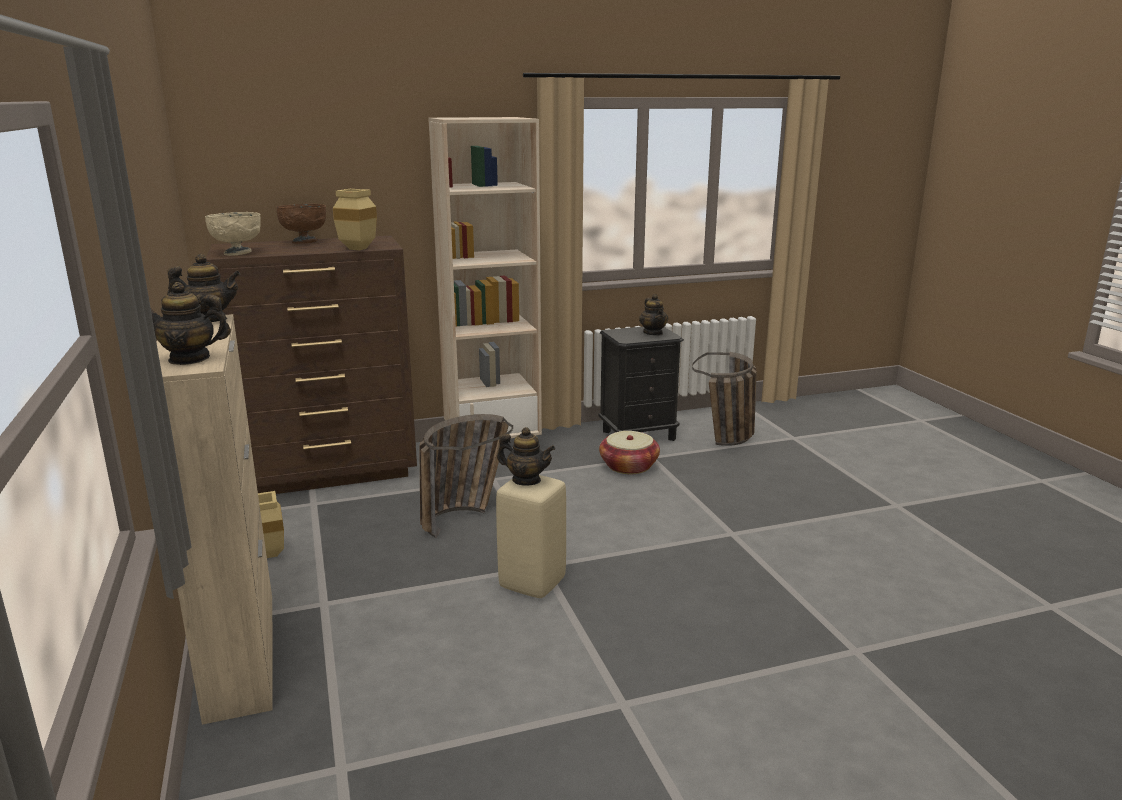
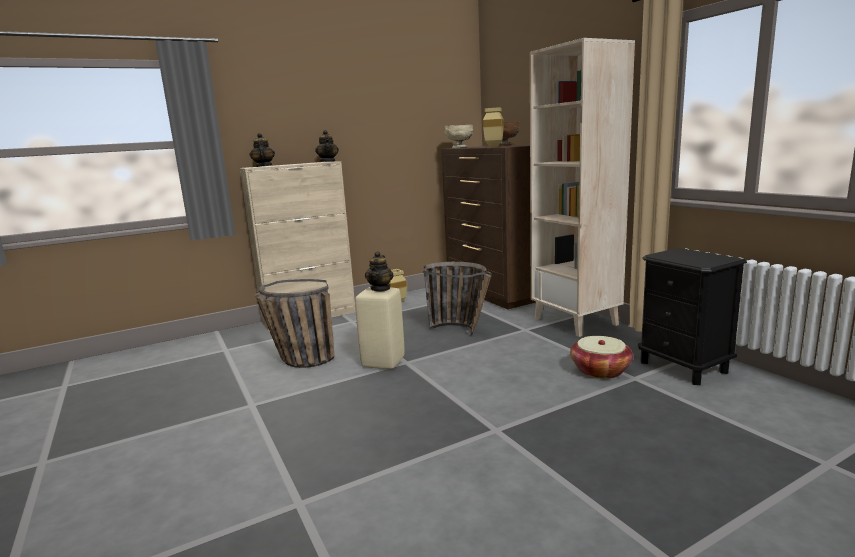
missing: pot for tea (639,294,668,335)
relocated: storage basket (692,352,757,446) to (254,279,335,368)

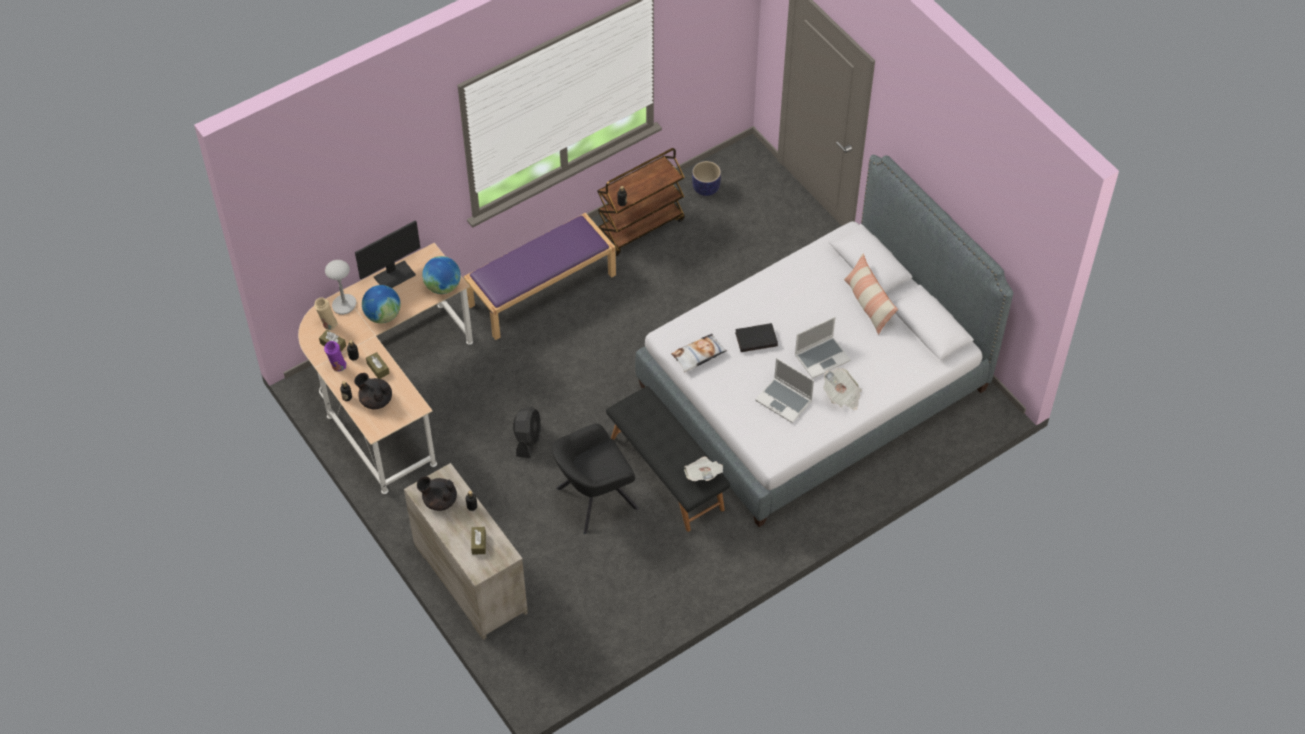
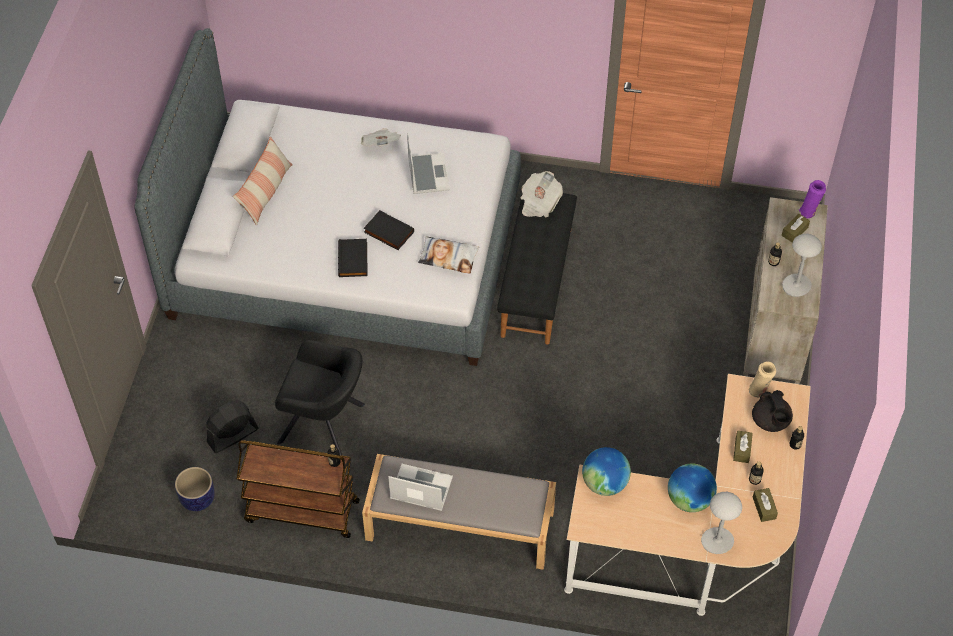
missing: computer screen (355,220,420,288)
appeared: volume (black-coloured) (338,239,368,277)
relocated: decorative vase (beige-coloured) (314,298,338,330) to (749,361,776,397); decorative vase (purplish) (324,341,347,372) to (799,180,826,219); electric fan (black-coloured) (513,407,541,458) to (206,400,258,453); lounge chair (black-coloured) (552,423,639,534) to (275,340,365,455); laptop (795,317,851,379) to (388,464,453,511)
exchanged: pot for tea (black-coloured) (417,476,457,511) to tabletop lamp (gray) (782,234,822,297)
colour: long seat (purplish) (464,213,616,340) to long seat (gray) (362,454,556,570)

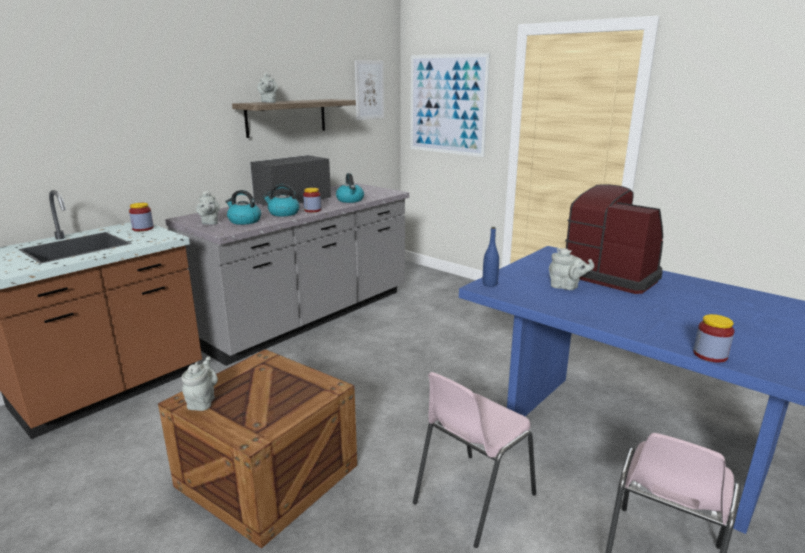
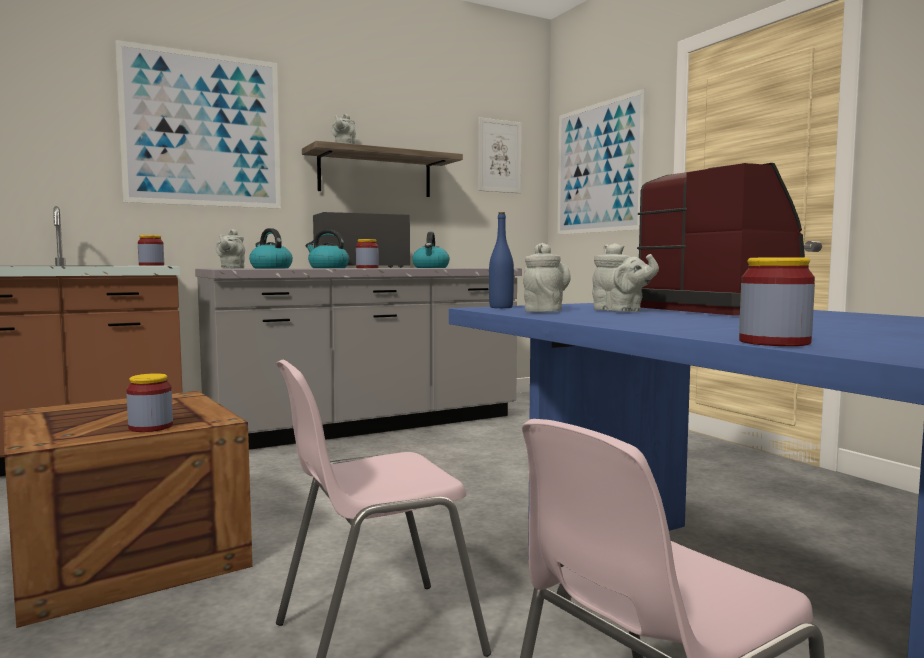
appeared: wall picture (115,40,281,209); storage jar (126,373,173,432)
relocated: pot for tea (gray) (181,356,218,411) to (523,243,570,312)

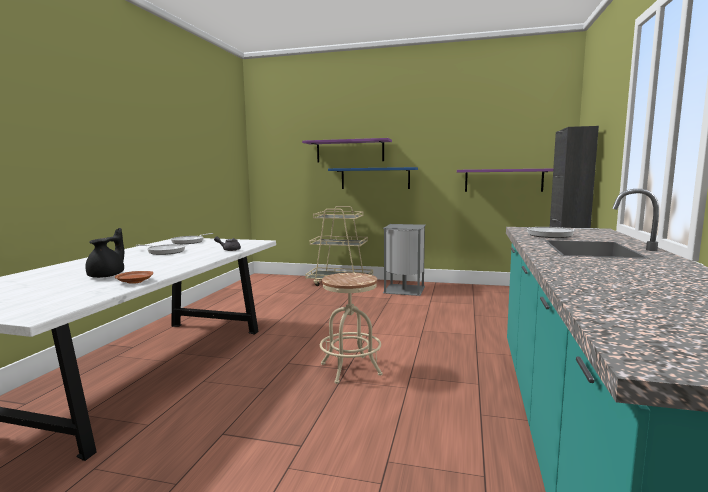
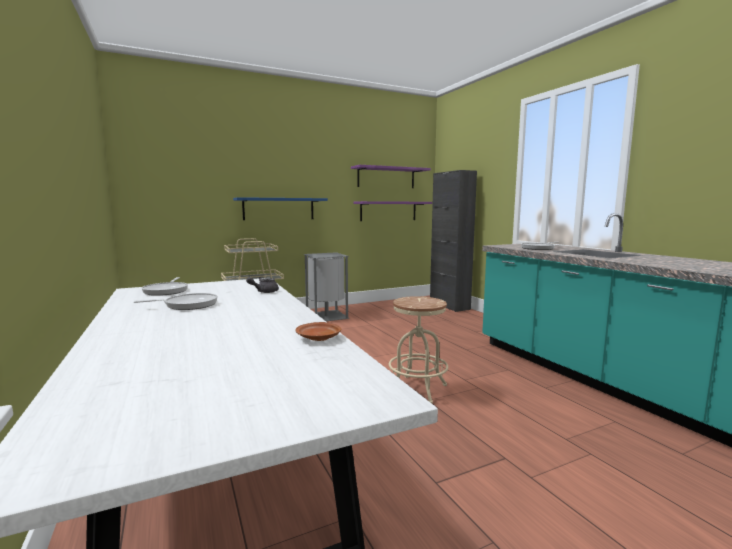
missing: pot for tea (black-coloured) (85,228,124,278)
relocated: shelf (purplish) (302,138,392,162) to (351,165,431,188)

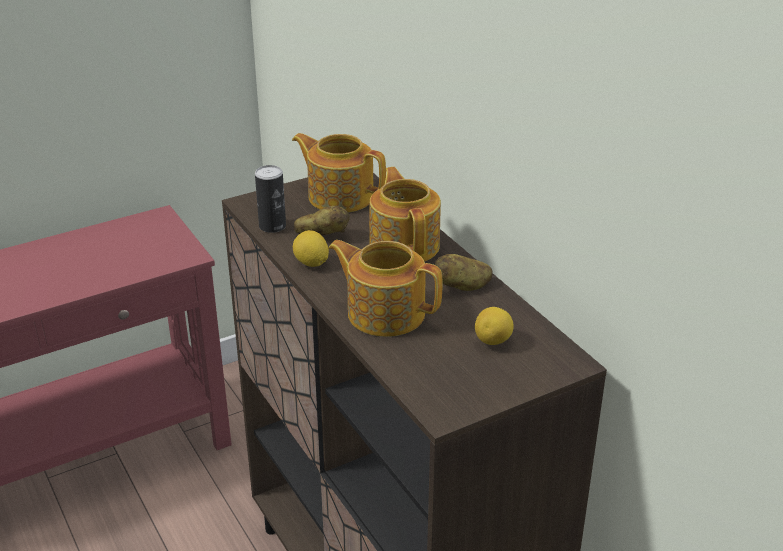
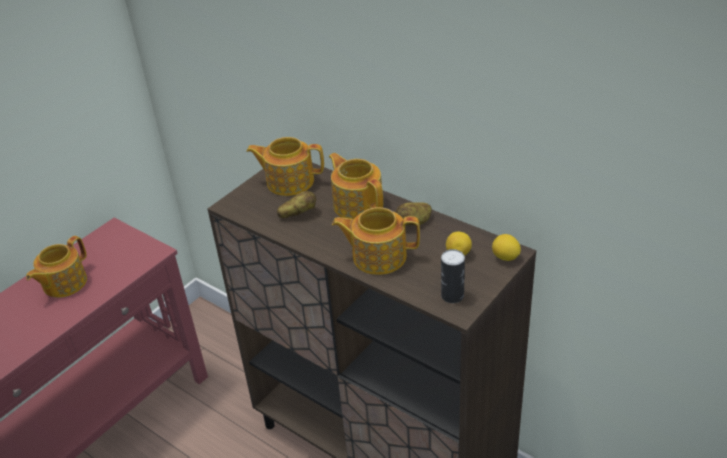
appeared: pot for tea (26,236,87,298)
relocated: sealed can (255,165,286,233) to (441,249,465,303); citrus fruit (293,230,329,267) to (492,234,521,261)

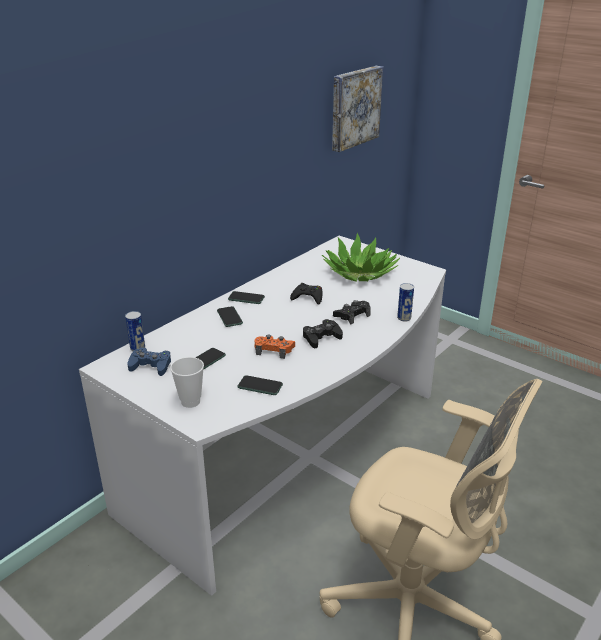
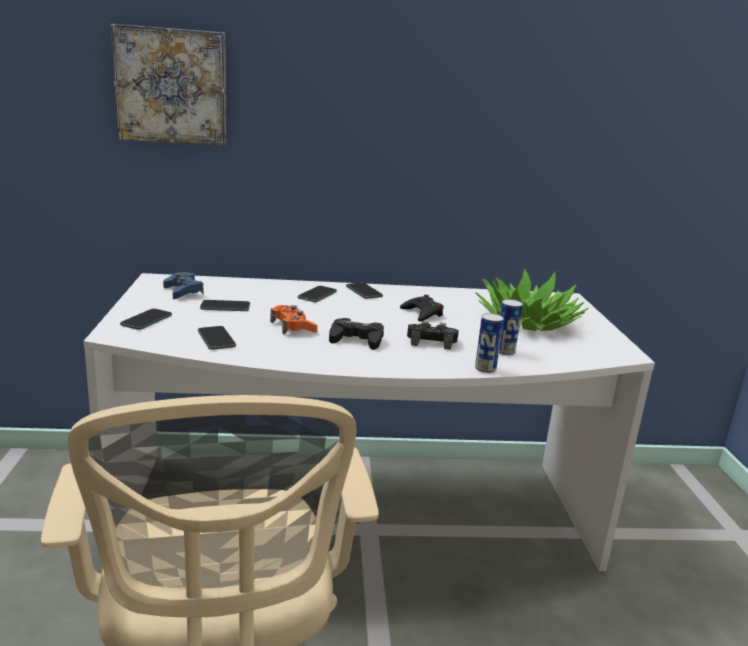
relocated: sealed can (125,311,145,351) to (499,299,523,355); wall picture (332,66,383,152) to (111,24,226,146)
exchanged: drinking cup (170,357,204,408) to telephone (120,308,172,330)

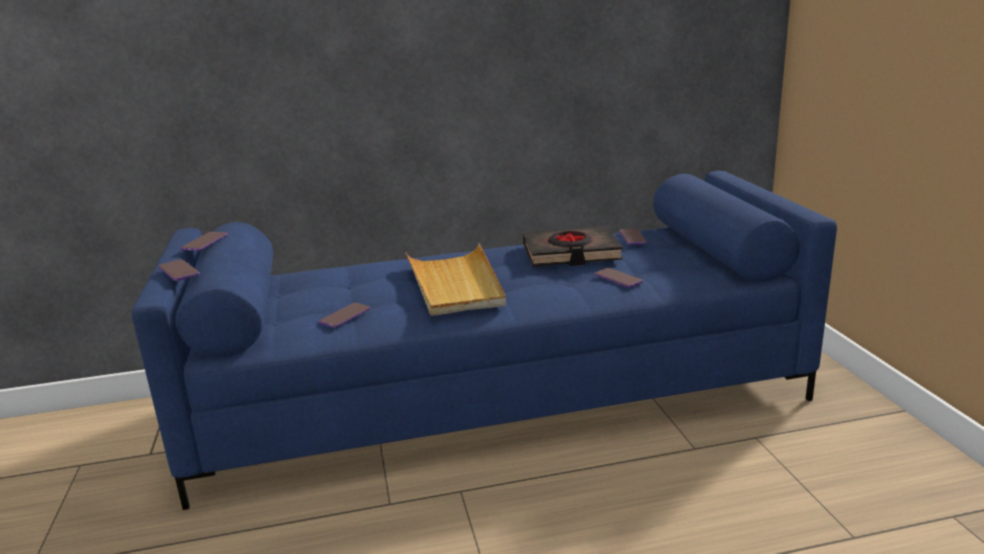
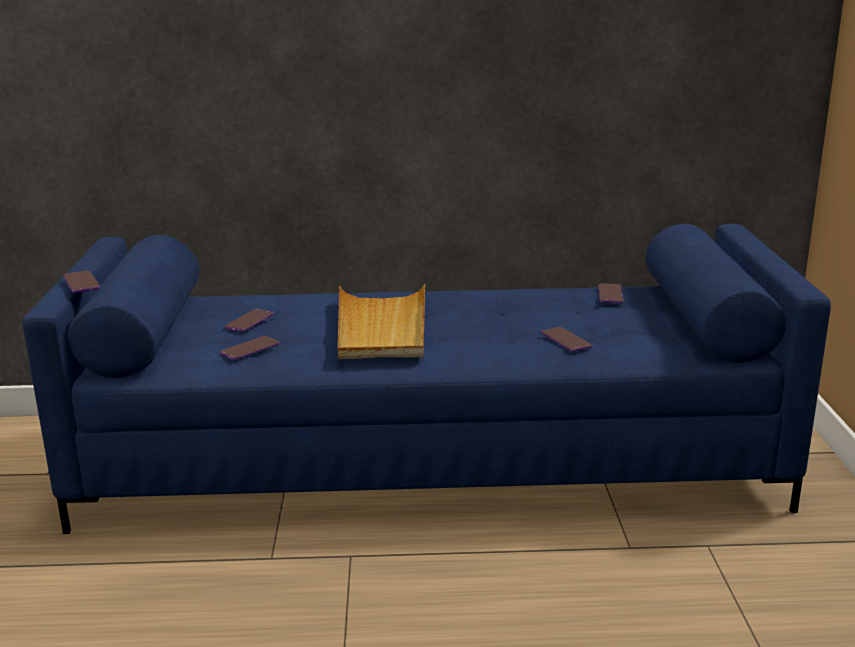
missing: volume (black-coloured) (523,226,623,267)
relocated: telephone (180,232,228,251) to (225,309,274,332)

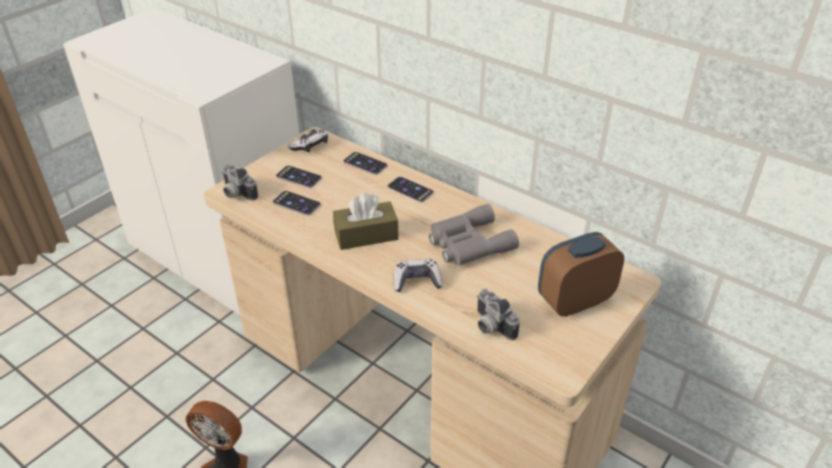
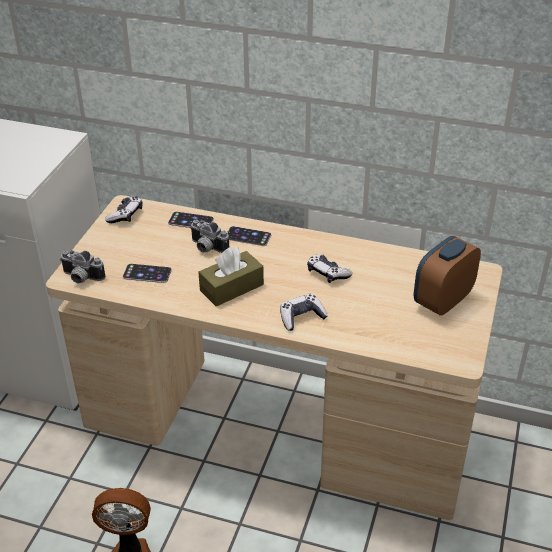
missing: telephone (276,166,322,188)
relocated: photo camera (477,289,520,340) to (190,220,229,253)
exchanged: pair of binoculars (gray) (429,204,519,265) to joypad (307,254,352,283)

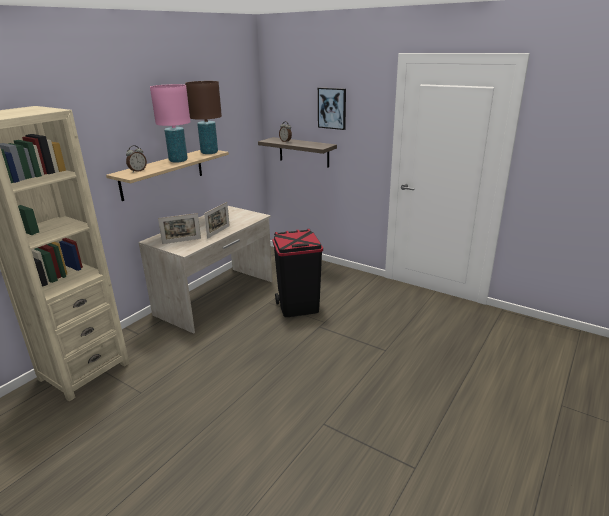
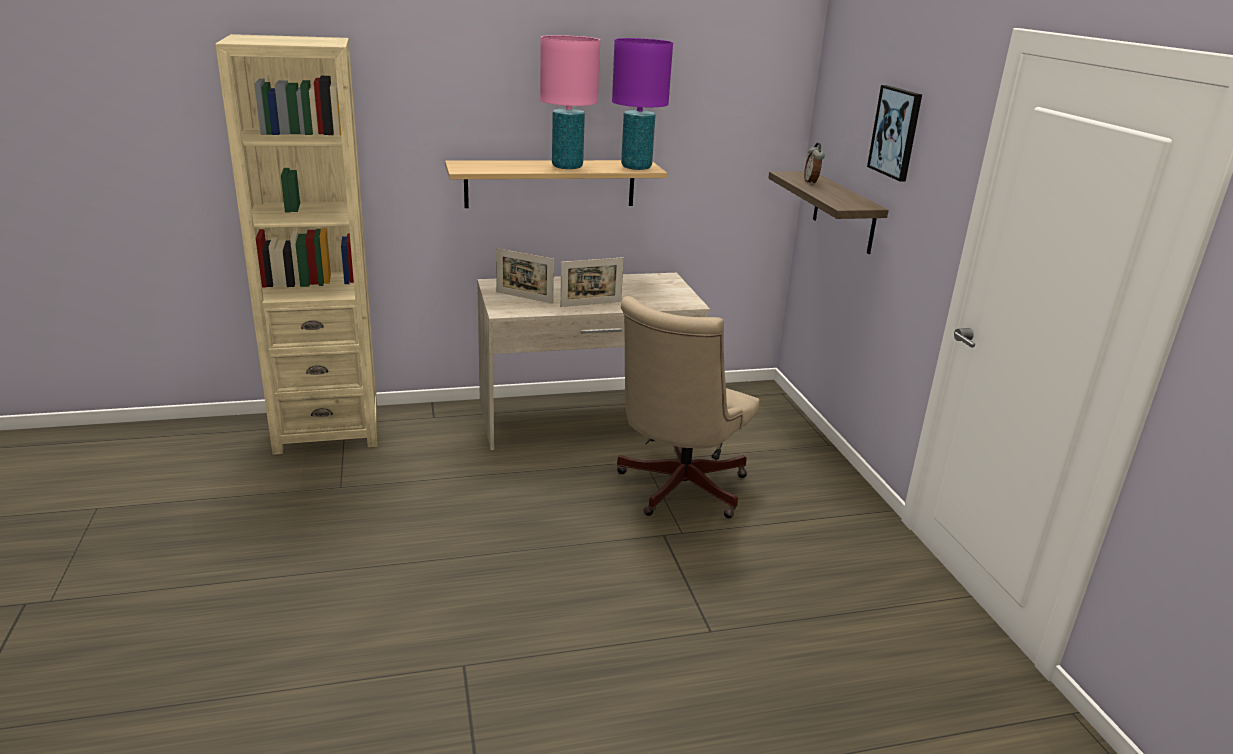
missing: alarm clock (126,145,147,173)
exchanged: waste bin (black-coloured) (272,229,323,317) to desk chair (beige-coloured) (617,296,760,518)
colour: tabletop lamp (brownish) (185,81,222,154) to tabletop lamp (purplish) (612,38,673,170)

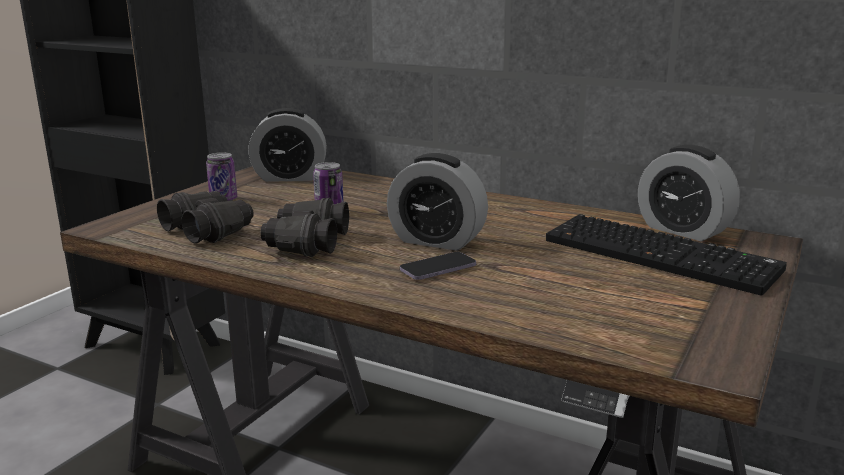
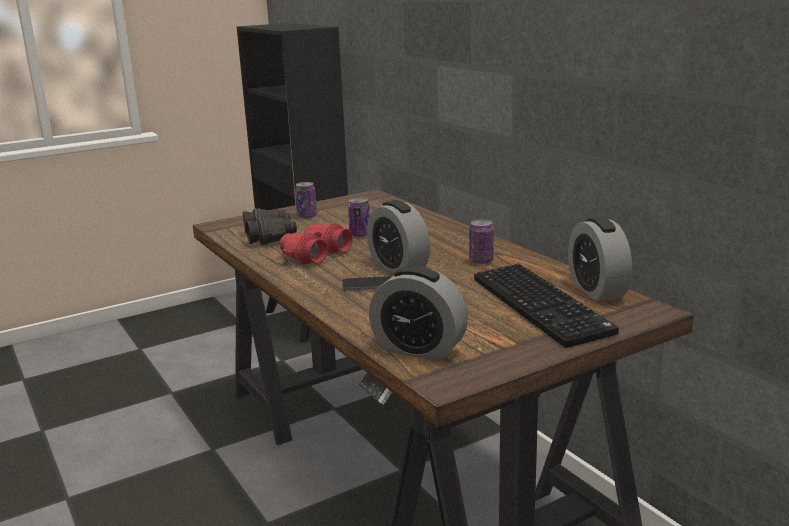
appeared: sealed can (469,220,494,264)
relocated: alarm clock (249,108,327,182) to (369,266,468,362)
colour: pair of binoculars (black-coloured) (260,198,349,257) to pair of binoculars (reddish) (280,224,353,264)

